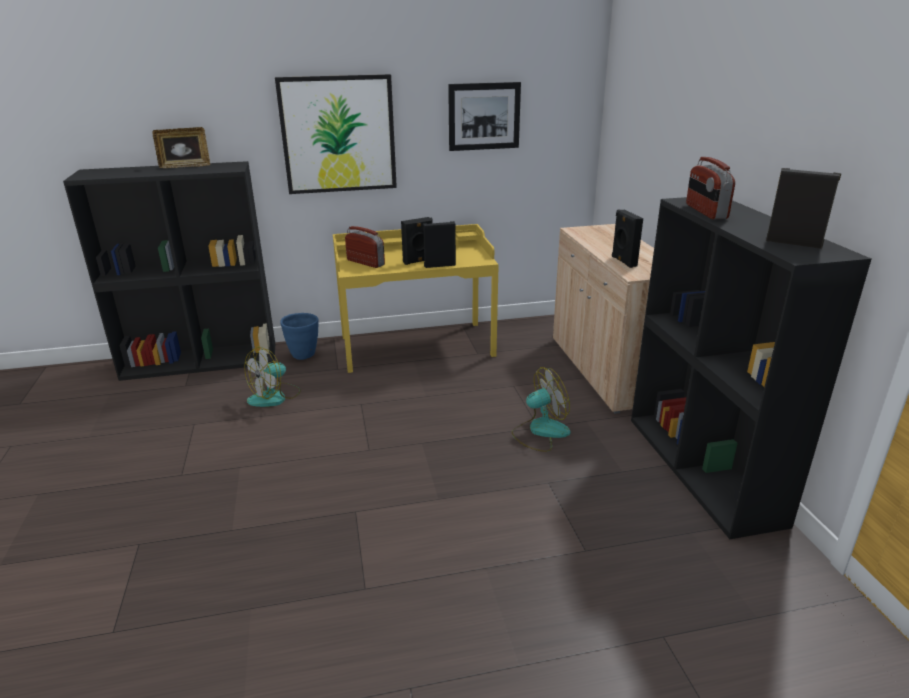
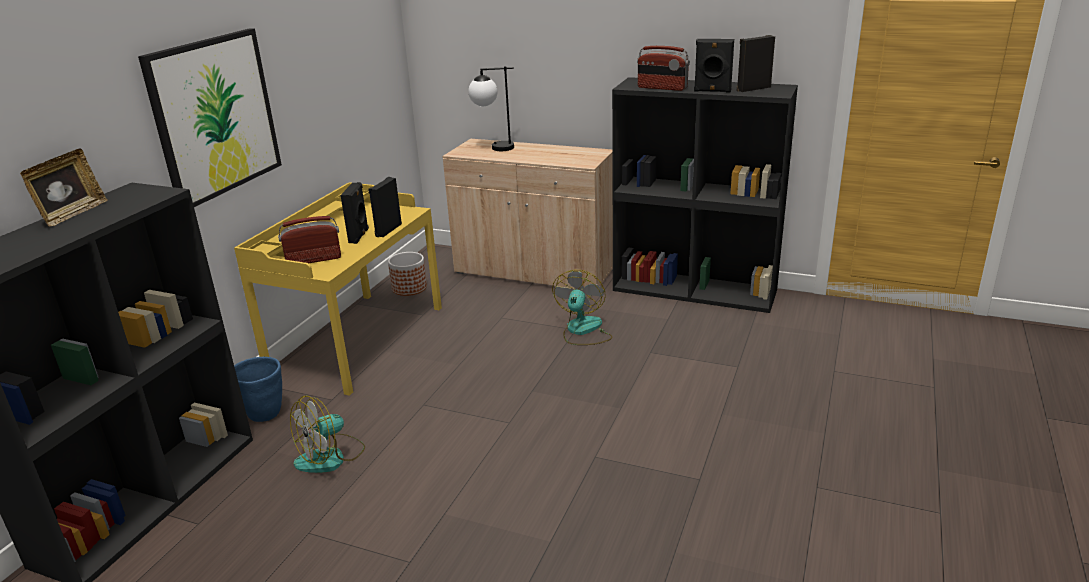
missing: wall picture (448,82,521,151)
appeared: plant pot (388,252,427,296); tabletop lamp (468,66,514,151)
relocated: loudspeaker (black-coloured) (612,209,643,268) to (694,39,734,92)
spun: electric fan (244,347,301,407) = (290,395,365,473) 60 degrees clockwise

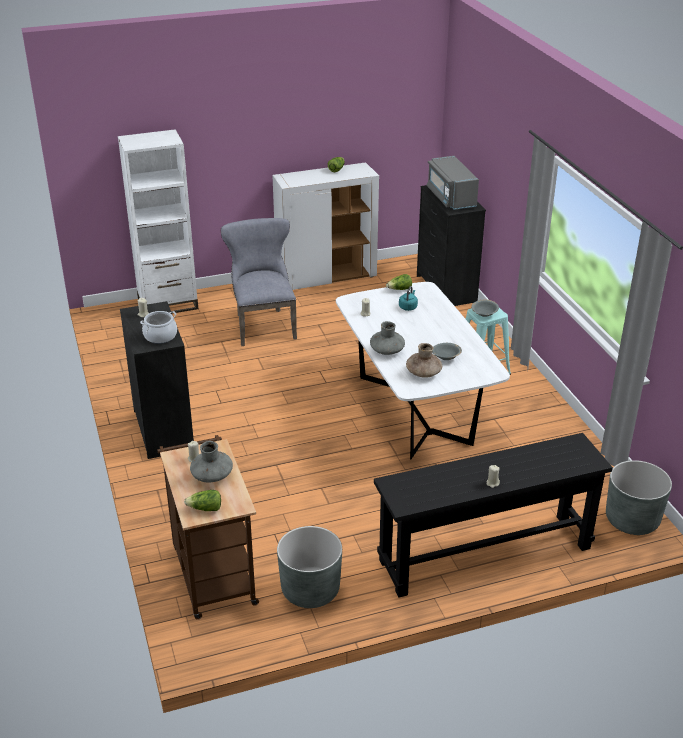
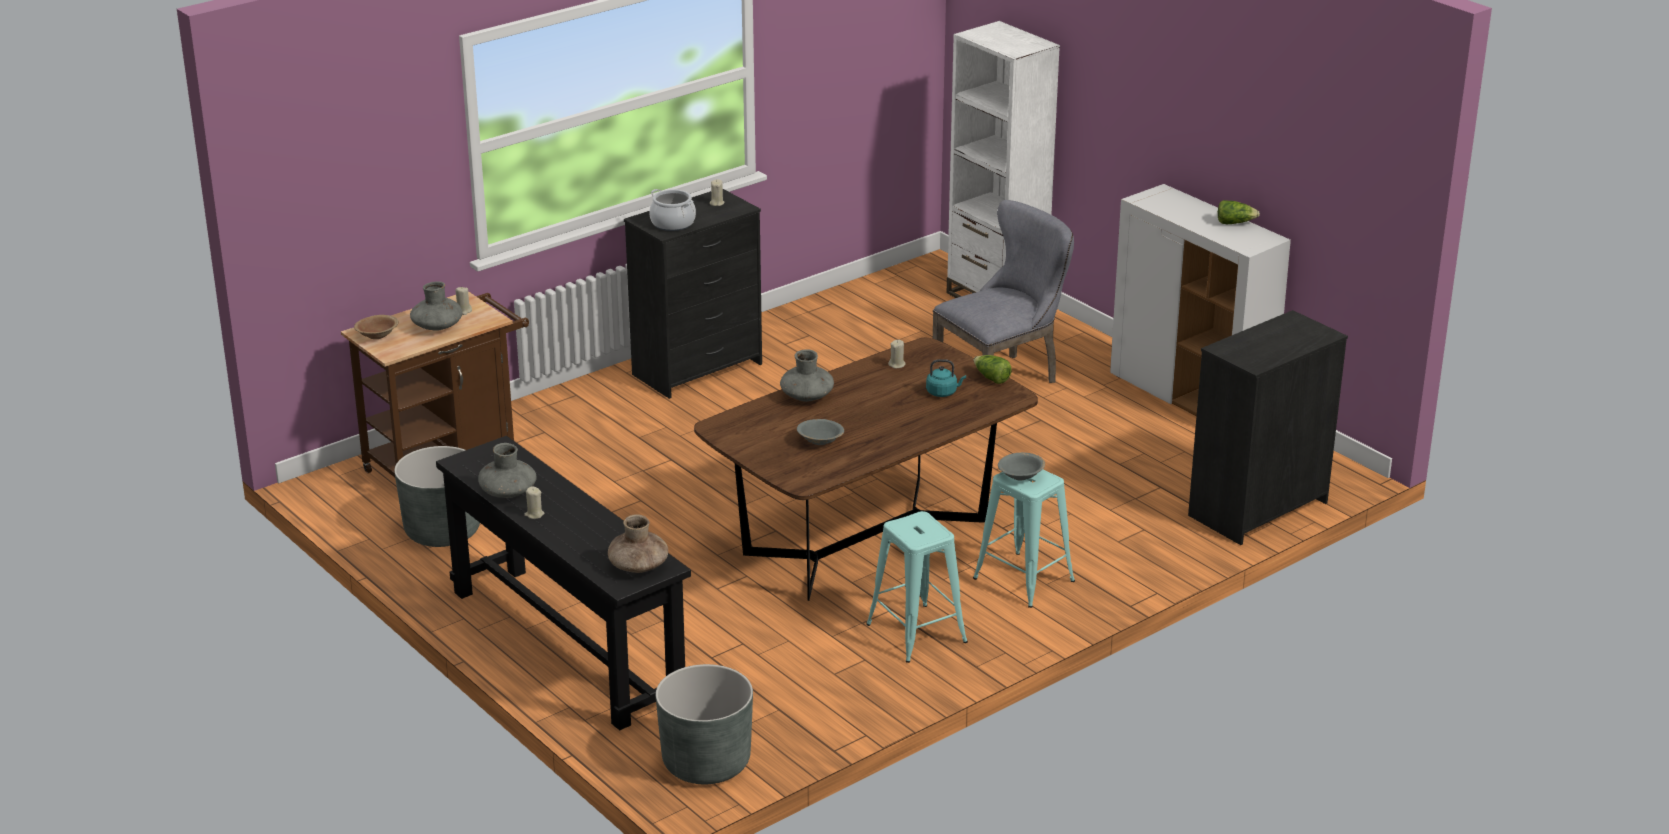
missing: microwave (gray) (427,156,479,210)
appeared: decorative vase (gray) (478,443,537,498); stool (blue-green) (866,511,968,663)
relocated: decorative vase (brownish) (406,343,442,378) to (608,514,668,573)
exchanged: lettuce (184,490,221,511) to bowl (brownish) (354,315,399,339)
colour: kitchen table (white) (336,282,510,459) to kitchen table (brownish) (694,338,1038,601)

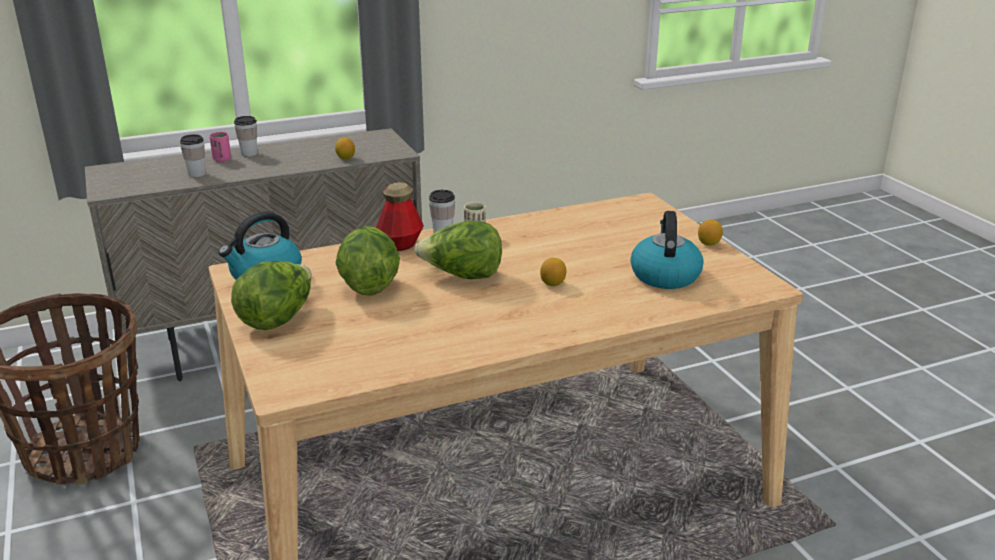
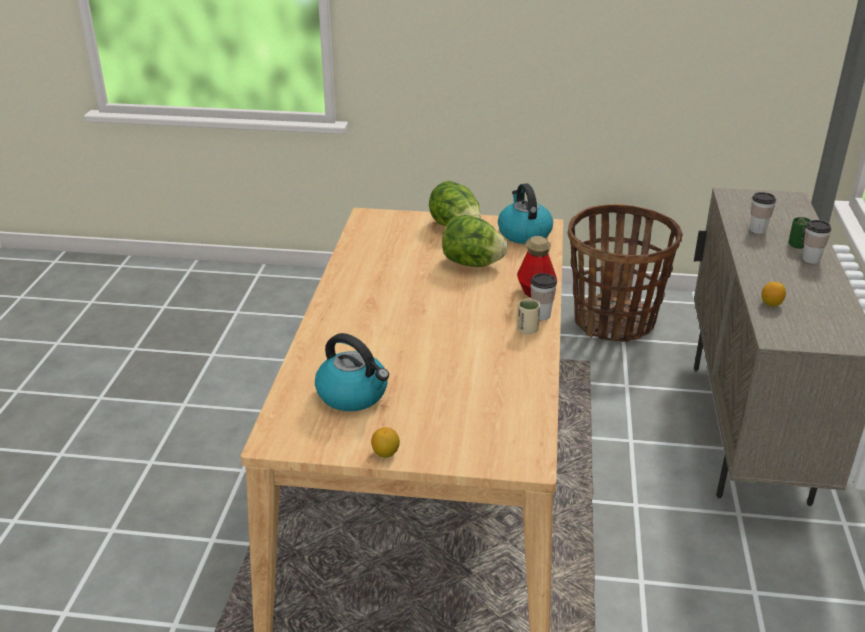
missing: lettuce (414,220,502,279); citrus fruit (540,258,566,286)
colour: drinking cup (pinkish) (209,132,231,162) to drinking cup (greenish) (789,217,811,249)

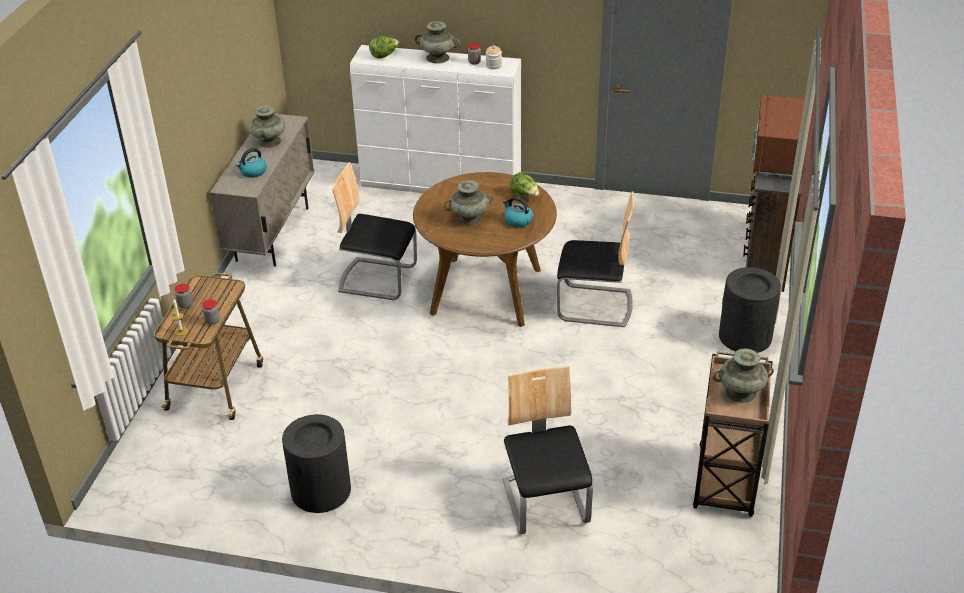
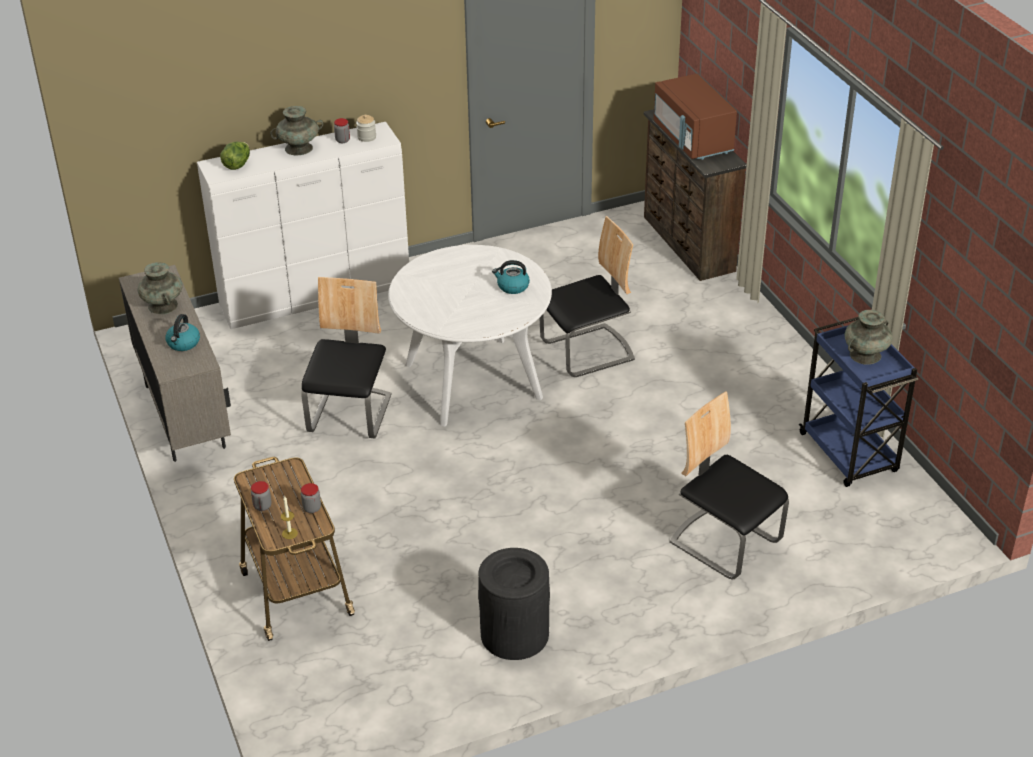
missing: decorative vase (blue-green) (444,181,493,226); lettuce (510,172,539,197); waste bin (black-coloured) (719,267,781,353)
colour: kitchen table (brownish) (413,172,557,327) to kitchen table (white) (388,245,552,426); trolley (brownish) (693,351,773,517) to trolley (blue-coloured) (799,317,918,487)
spun: plain chair (332,162,417,300) = (301,277,392,439) 120 degrees clockwise

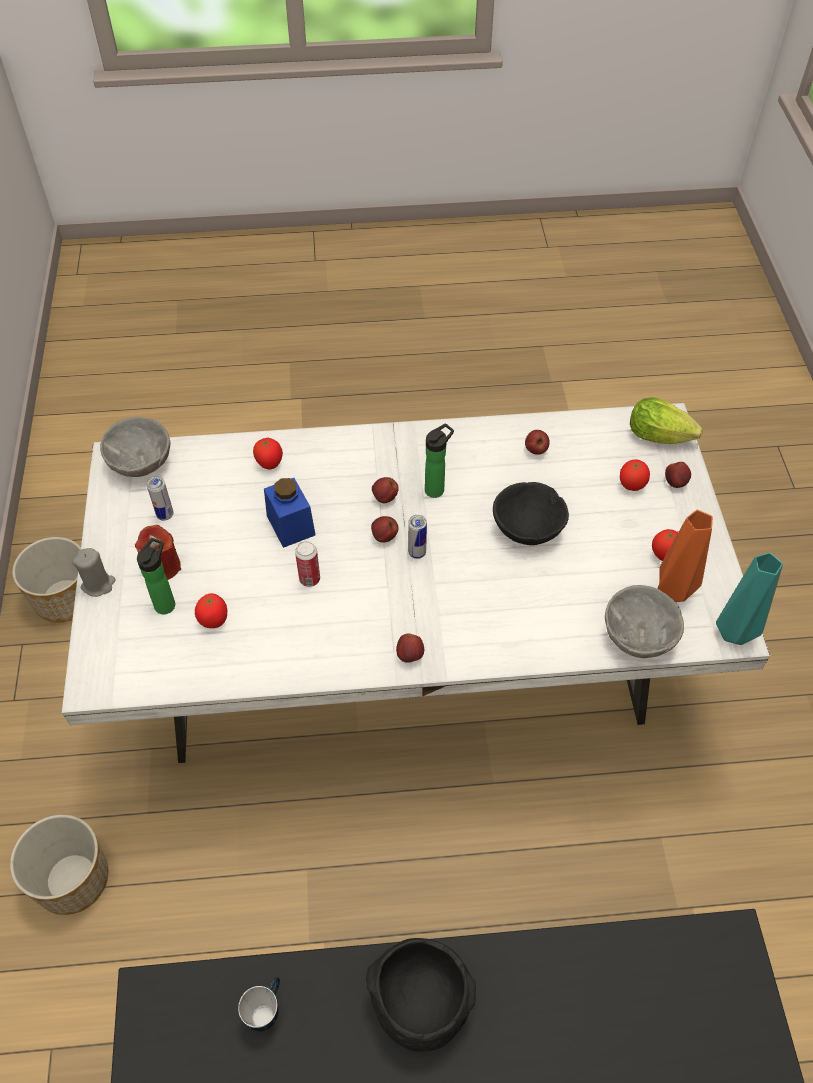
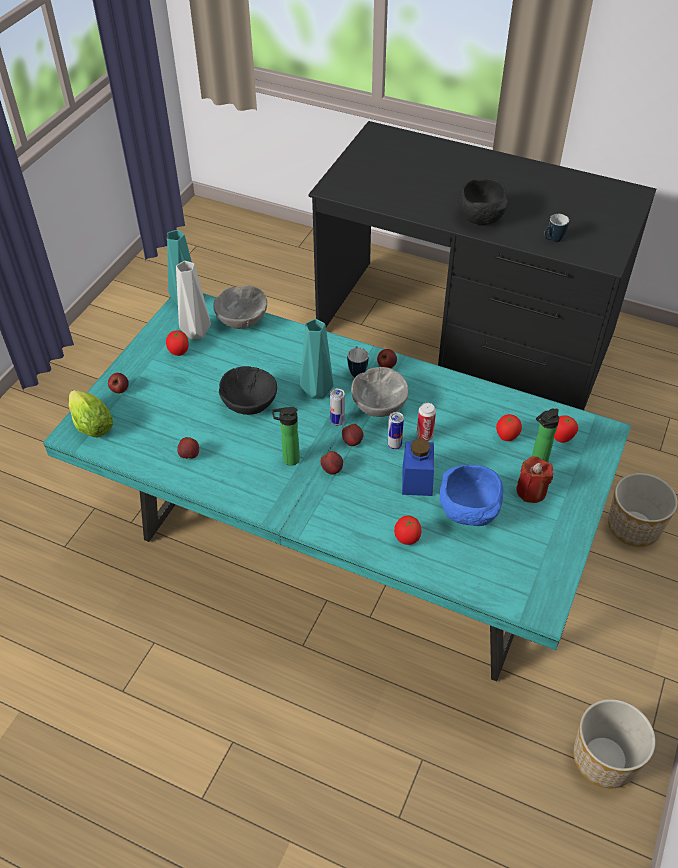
missing: candle (gray) (73,548,116,597)
appeared: decorative vase (blue-green) (300,319,334,399); mug (347,346,369,377); bowl (blue-coloured) (439,465,503,526)
relocated: bowl (gray) (100,417,171,477) to (351,367,408,417); sealed can (147,477,173,521) to (388,412,404,450); fresh tomato (620,460,650,491) to (554,415,578,443)
colour: kitchen table (white) (62,403,770,763) to kitchen table (blue-green) (43,293,631,681); decorative vase (orangey) (657,510,713,602) to decorative vase (gray) (176,261,211,339)

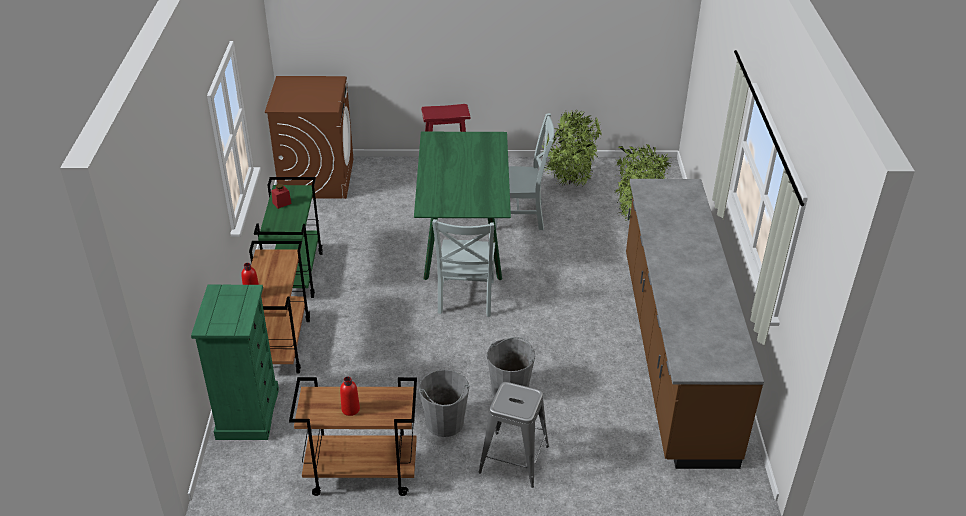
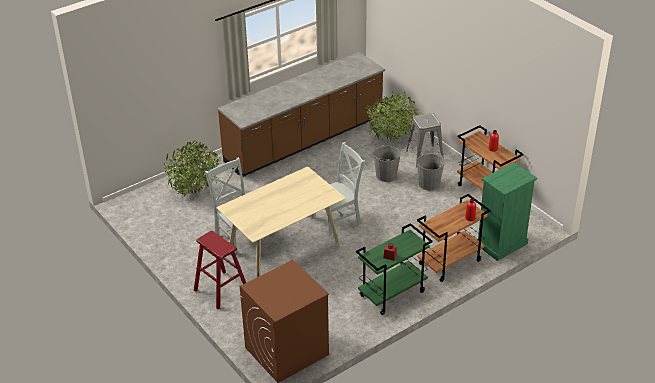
relocated: plant in a pot (542,110,602,186) to (365,91,419,142)
colour: kitchen table (greenish) (414,132,511,280) to kitchen table (beige-coloured) (216,166,346,278)

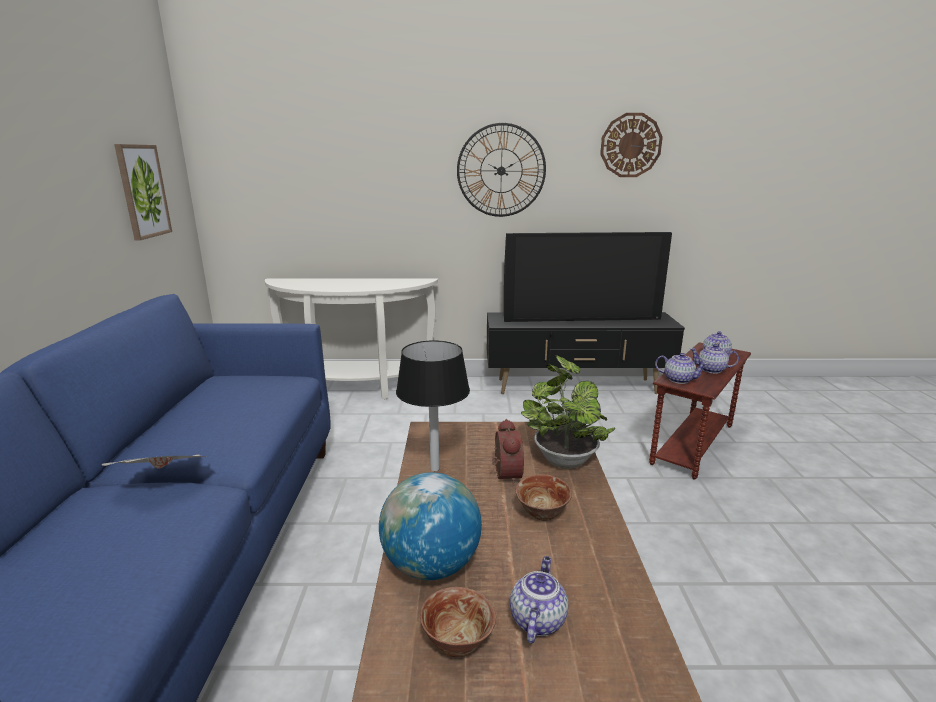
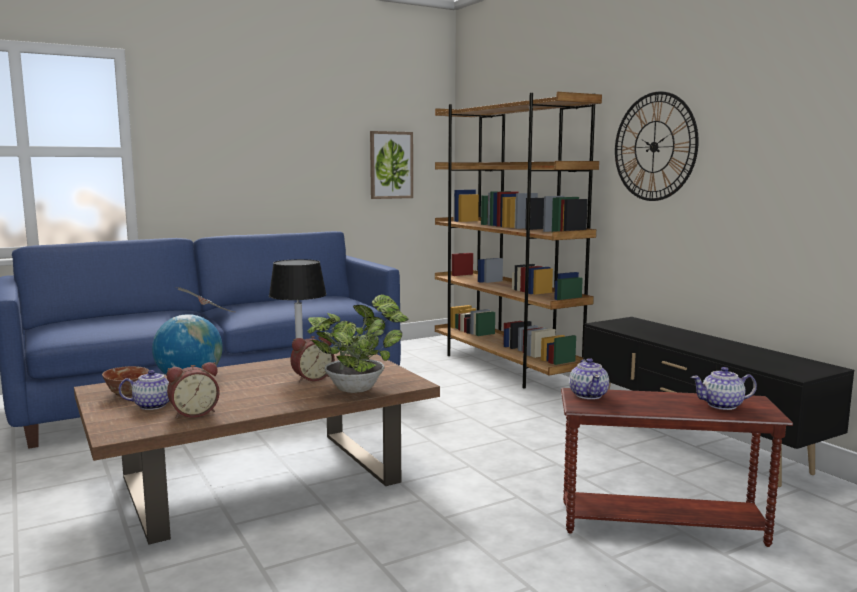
missing: TV set (504,232,672,322); bowl (516,474,572,521); hanging clock (600,113,663,177); pot for tea (690,344,739,374)
appeared: alarm clock (167,362,220,418)
exchanged: console table (white) (265,279,438,399) to shelving unit (brownish) (435,92,602,389)

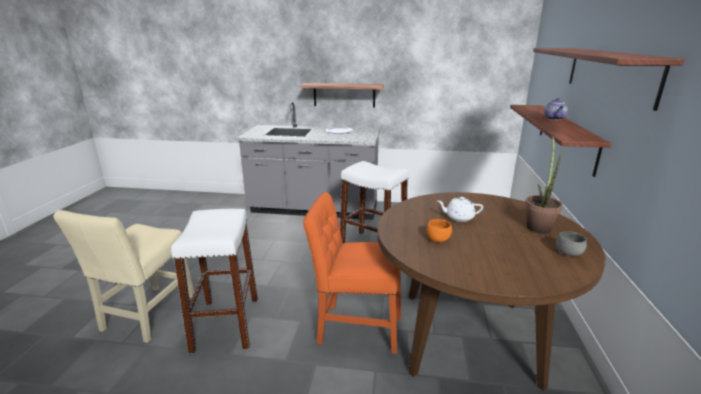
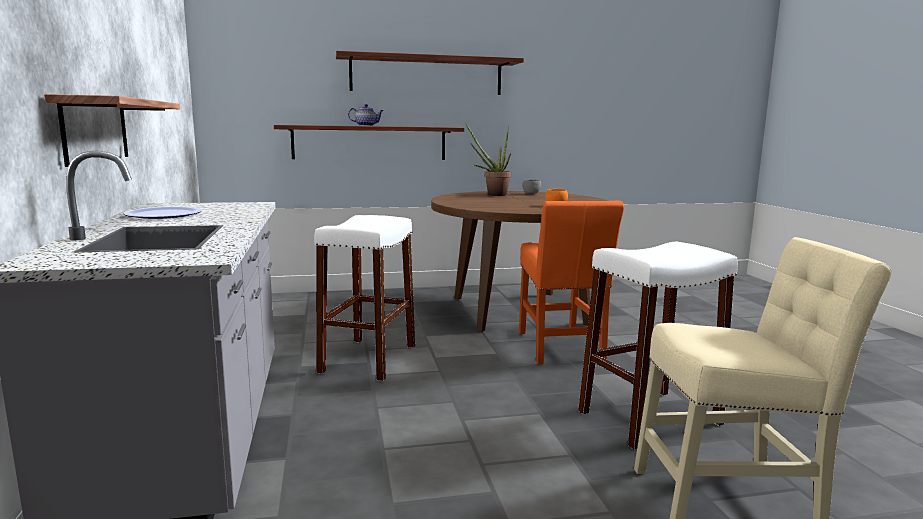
missing: pot for tea (white) (438,197,483,222)

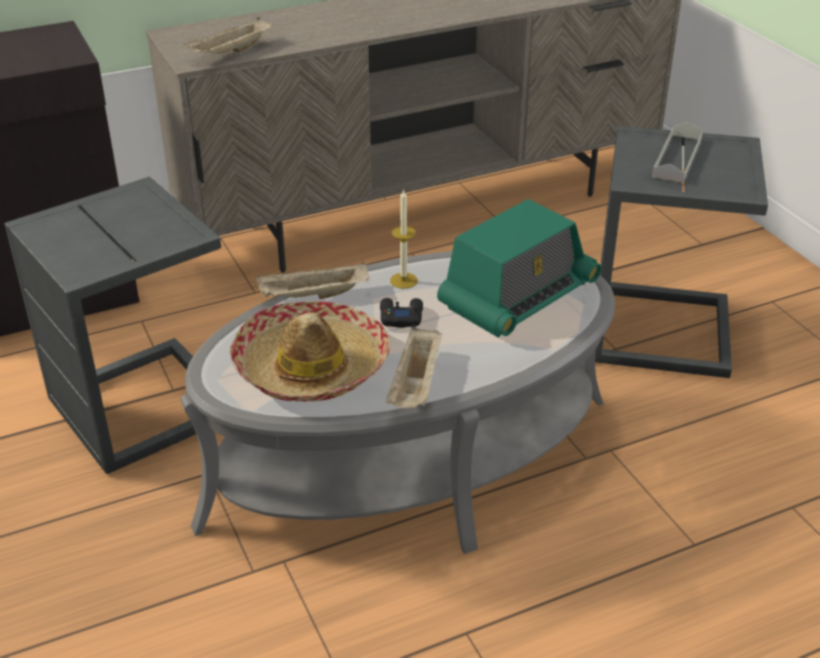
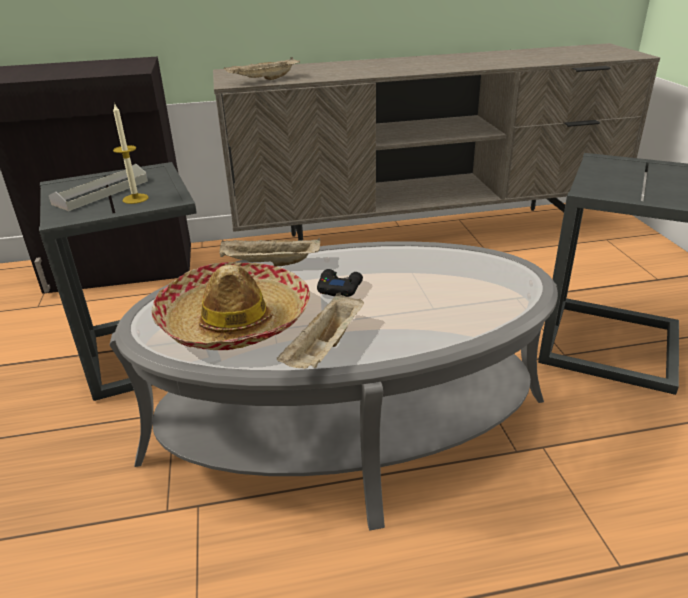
missing: radio set (437,199,601,337)
relocated: candle (390,189,418,289) to (113,103,149,204); tray (gray) (652,122,703,183) to (49,164,148,211)

